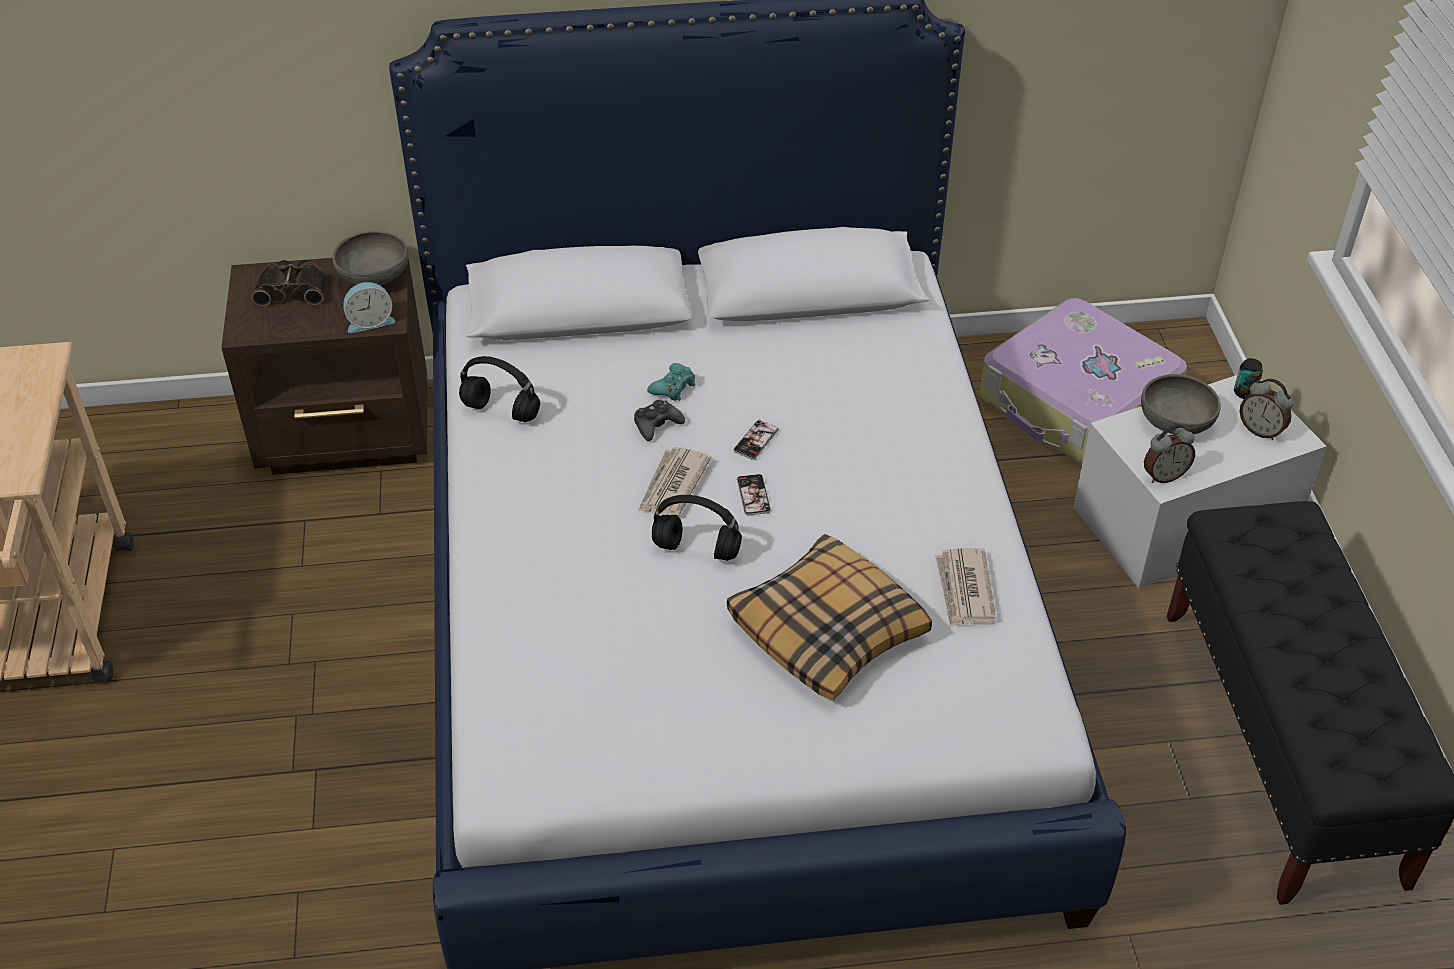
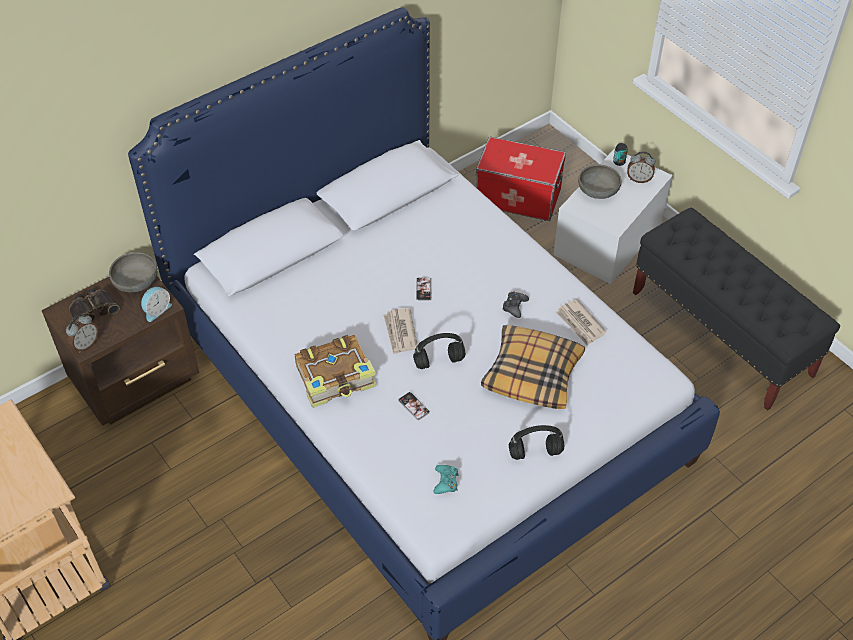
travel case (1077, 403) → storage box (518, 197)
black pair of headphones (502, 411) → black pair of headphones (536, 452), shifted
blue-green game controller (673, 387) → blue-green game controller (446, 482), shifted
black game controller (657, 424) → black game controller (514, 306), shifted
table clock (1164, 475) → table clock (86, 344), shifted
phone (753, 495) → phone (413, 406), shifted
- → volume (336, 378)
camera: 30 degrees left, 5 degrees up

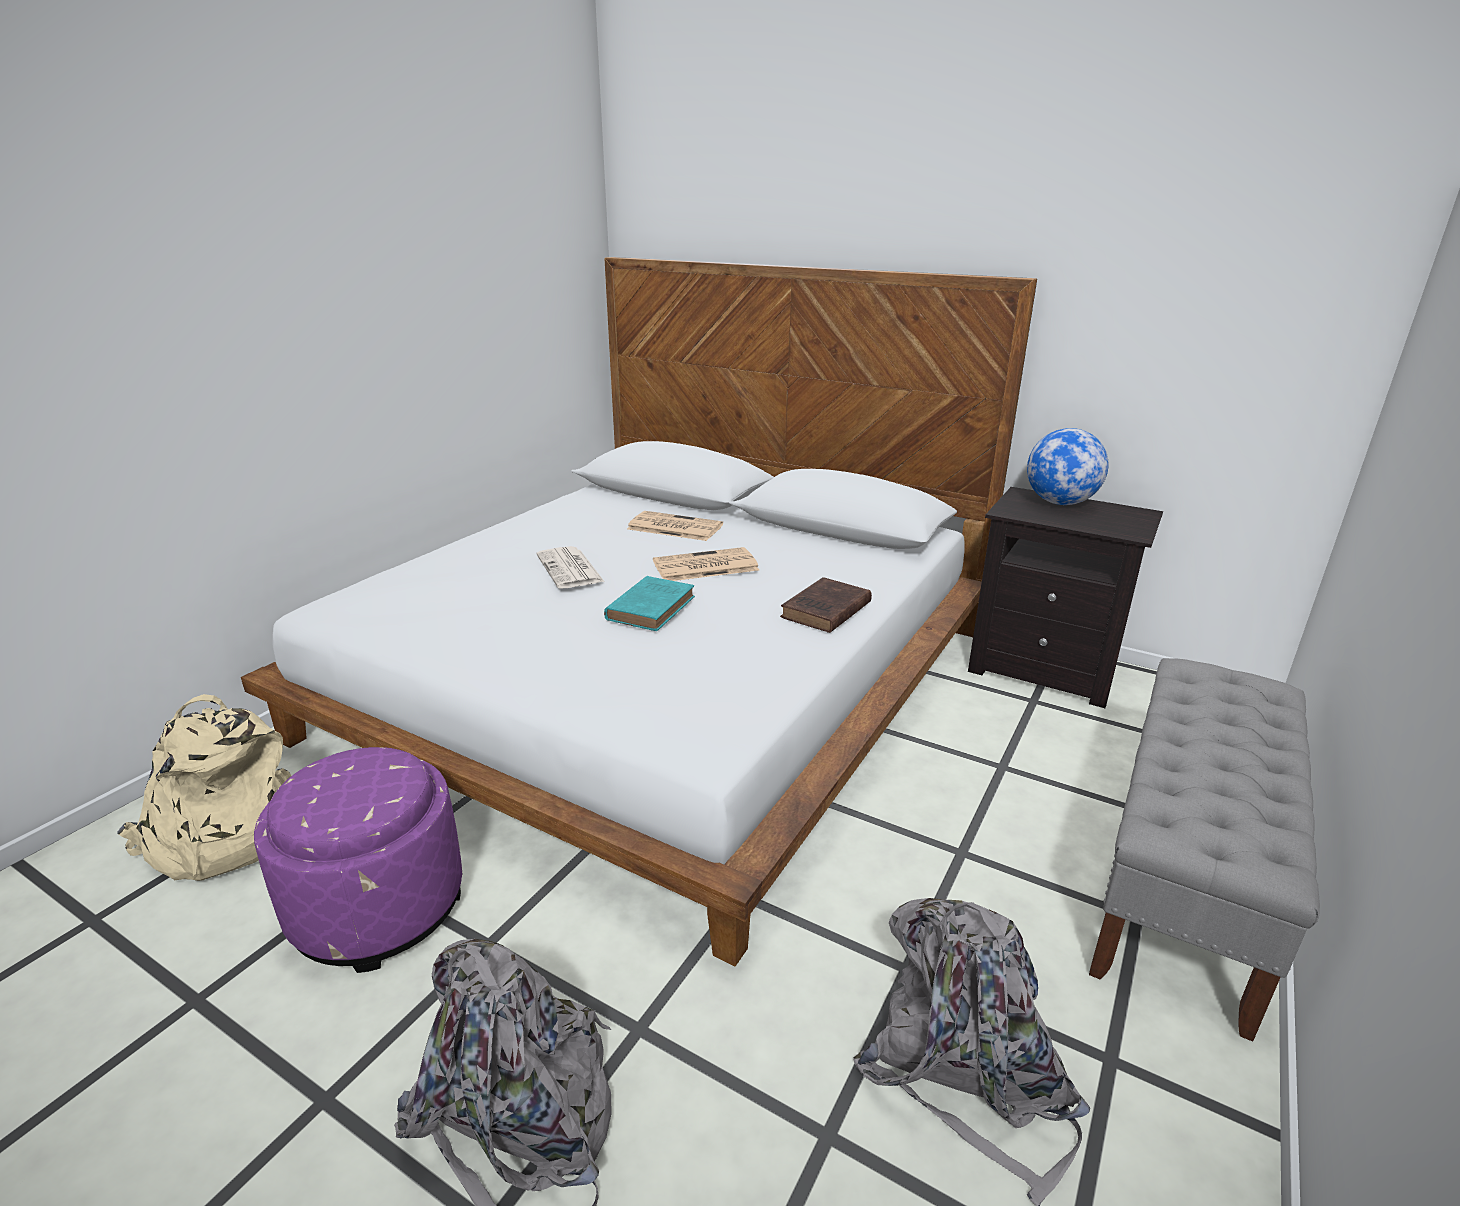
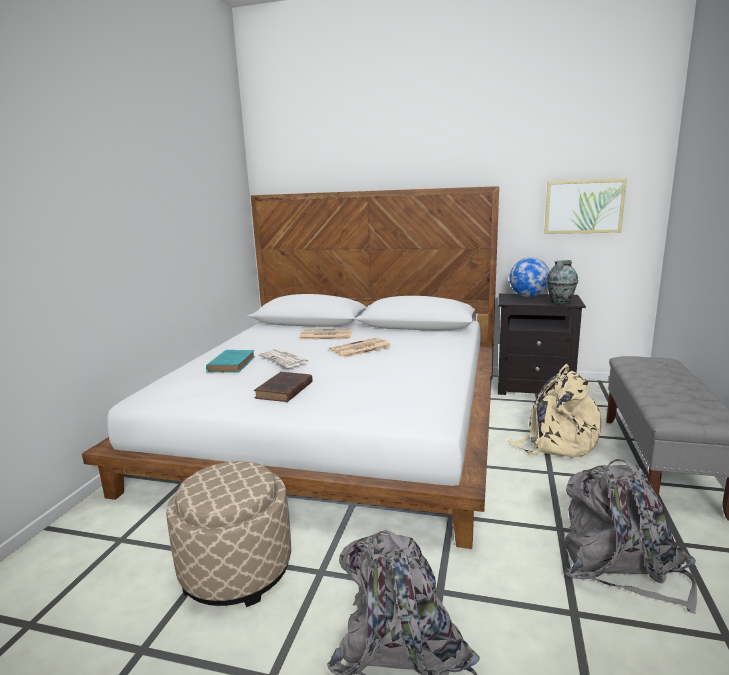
blue-green volume (652, 607) → blue-green volume (232, 364), shifted
brownish volume (825, 611) → brownish volume (283, 391), shifted
beige-coloured rucksack (222, 836) → beige-coloured rucksack (557, 443), shifted
purplish ottoman (378, 907) → beige-coloured ottoman (236, 570)
- → wall art (583, 206)
- → flower vase (560, 302)
camera: 15 degrees left, 10 degrees down

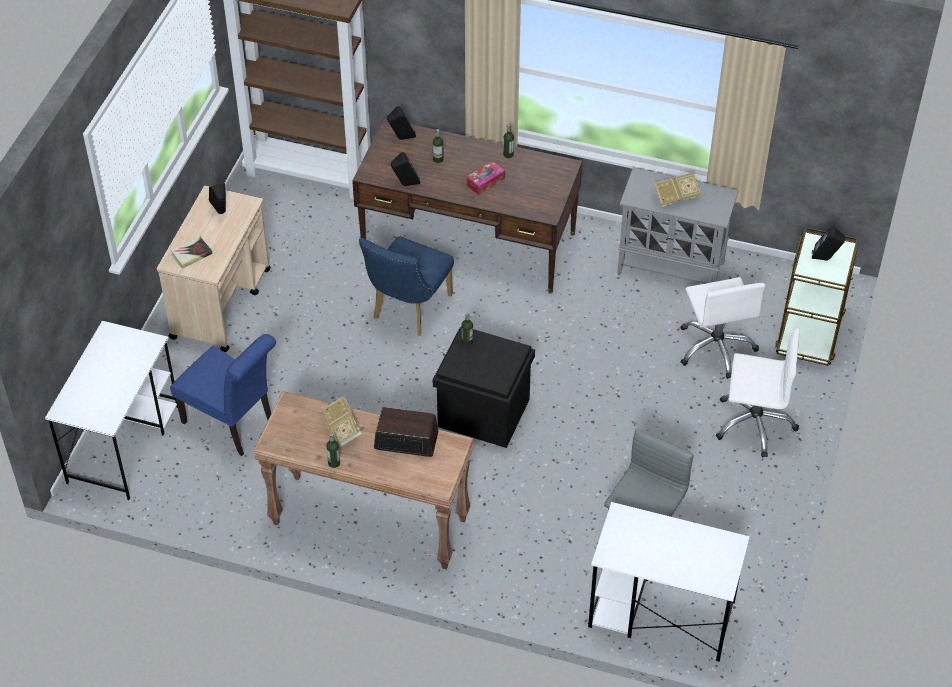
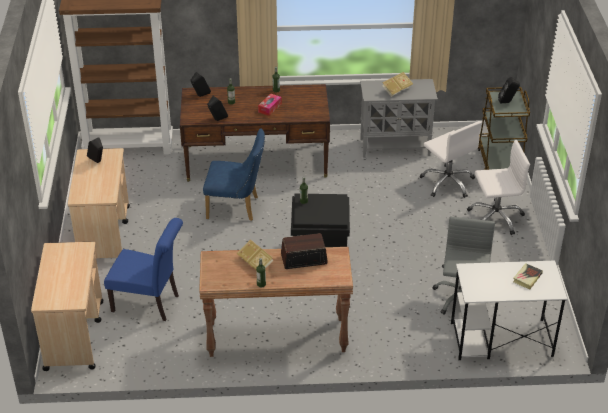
volume (191, 254) → volume (527, 278), shifted
blue-coloured upright chair (408, 310) → blue-coloured upright chair (237, 208), 90 degrees counterclockwise
white desk (124, 443) → beige-coloured wheeled cart (74, 334)
camera: 20 degrees left, 10 degrees down

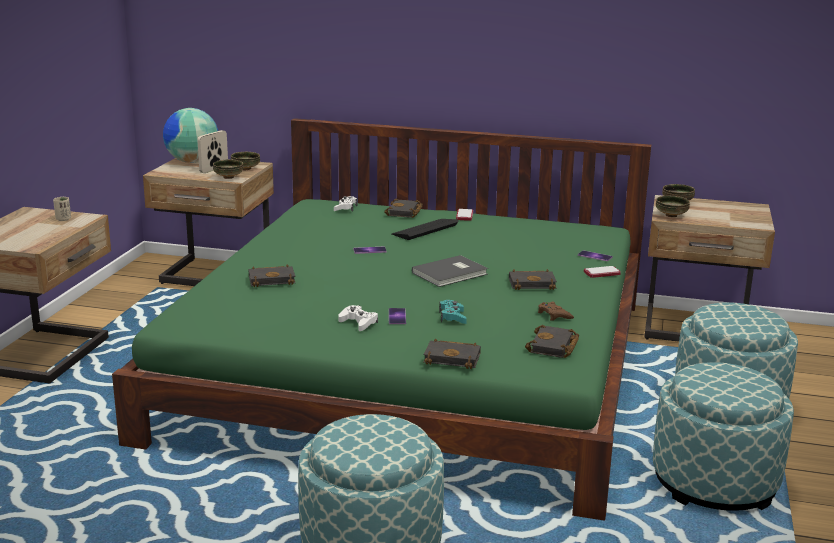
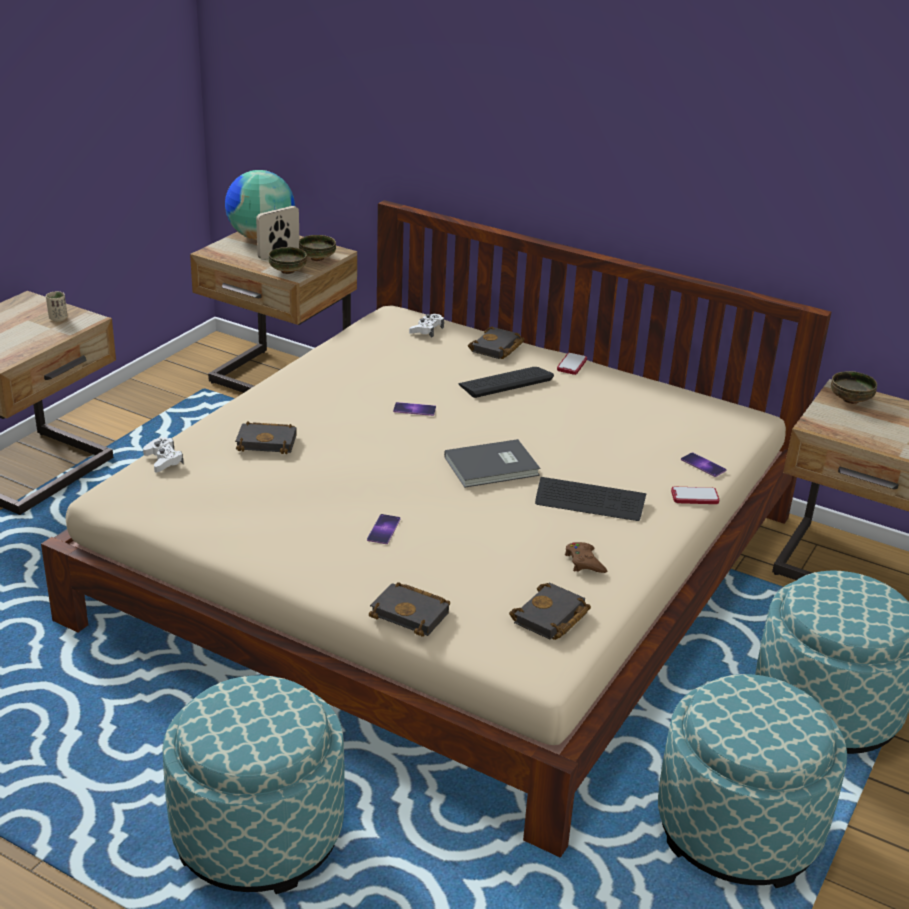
green bedroom bed (415, 366) → beige-coloured bedroom bed (449, 565)
deep dish (671, 215) → -
black volume (533, 283) → computer keyboard (589, 501)
blue-green game controller (452, 317) → -
white game controller (358, 323) → white game controller (163, 460), shifted
camera: 15 degrees right, 10 degrees up

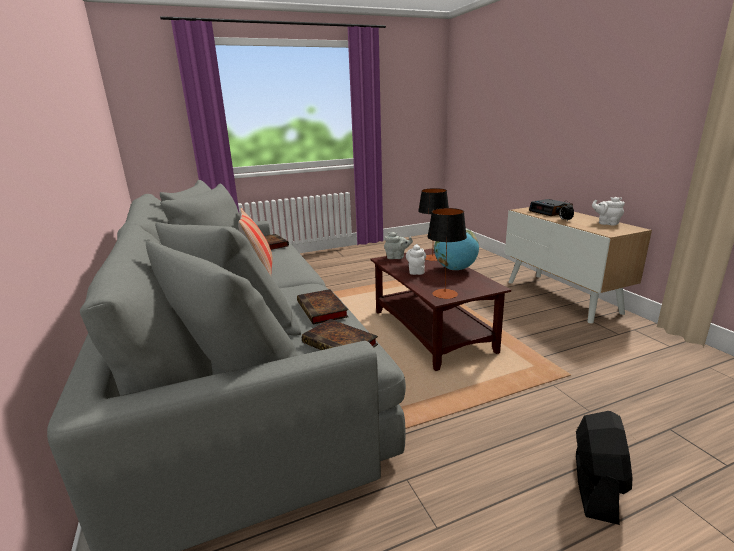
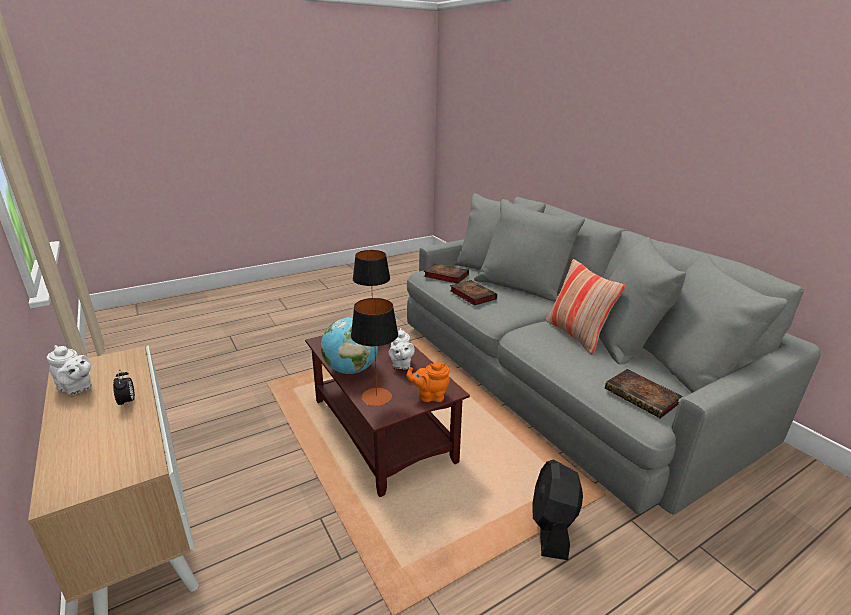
table clock (550, 212) → -
grey pot for tea (397, 257) → orangey pot for tea (430, 396)
black electric fan (595, 486) → black electric fan (552, 527), shifted
camera: 170 degrees right, 5 degrees up

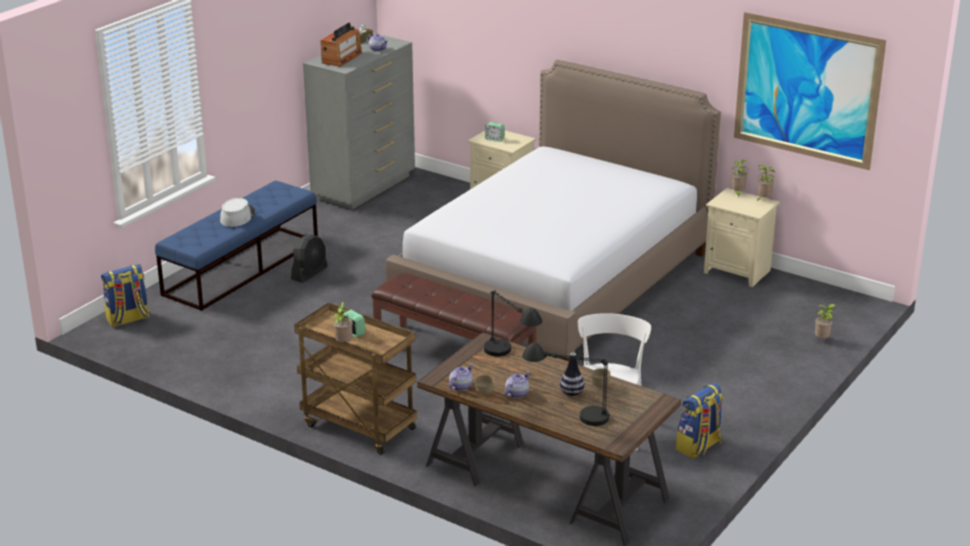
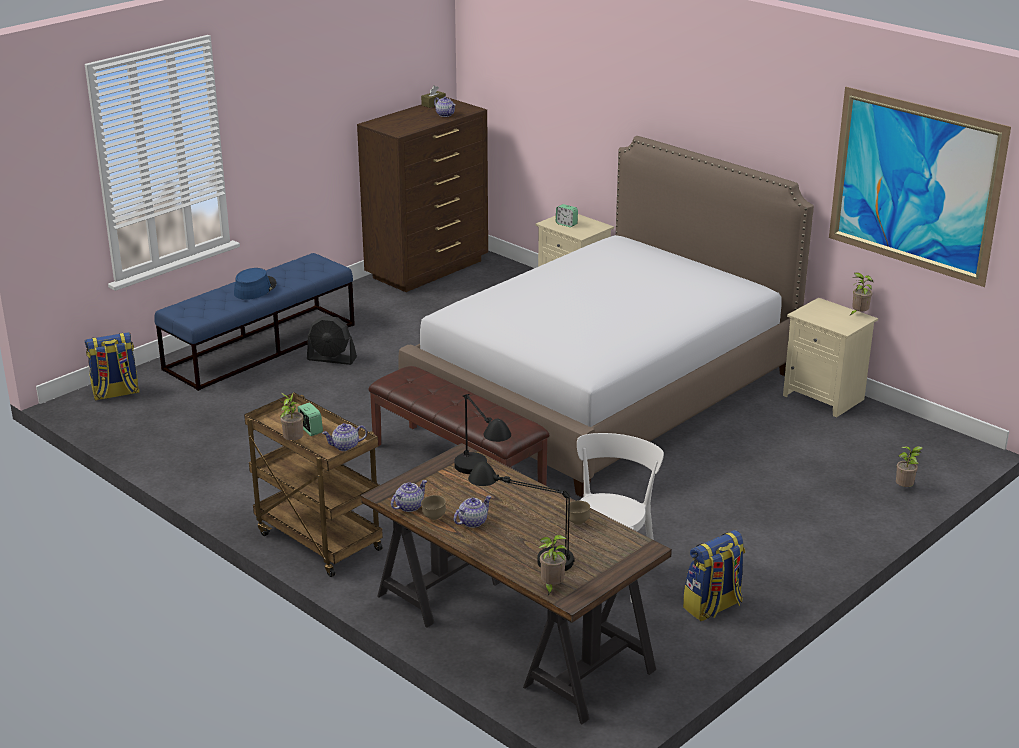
radio set (342, 58) → -
grey drawer chest (365, 187) → brownish drawer chest (428, 269)
plant in a pot (737, 193) → plant in a pot (551, 587), shifted
grey wearable hat (237, 216) → blue-coloured wearable hat (255, 289)
black electric fan (309, 273) → black electric fan (332, 359), 60 degrees clockwise
flower vase (571, 393) → -
- → pot for tea (345, 447)
camera: 10 degrees right, 0 degrees up

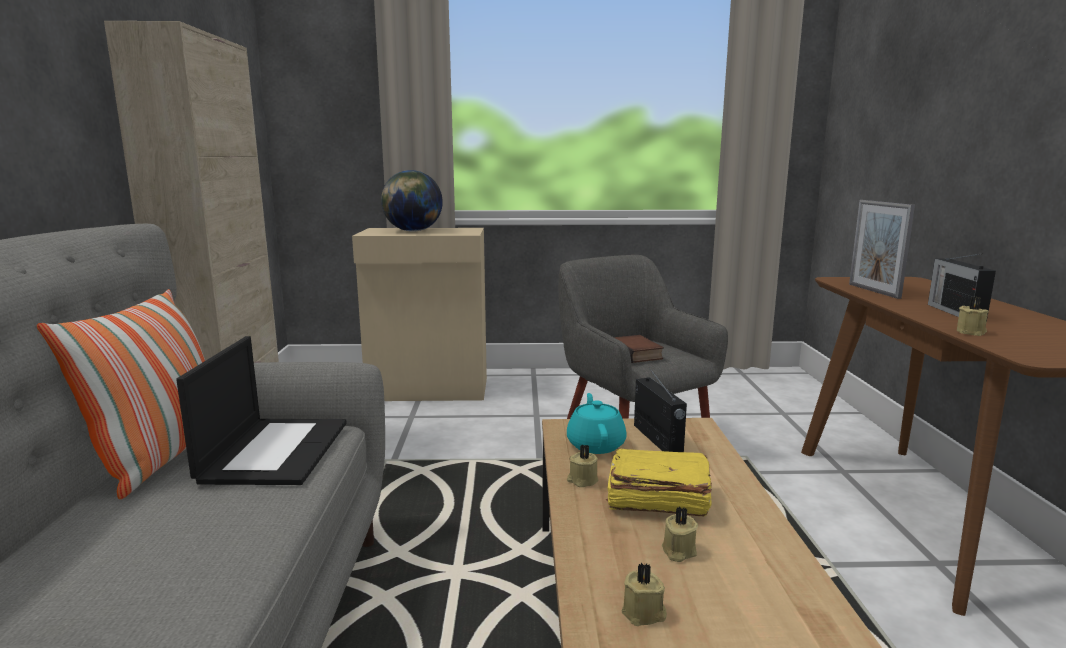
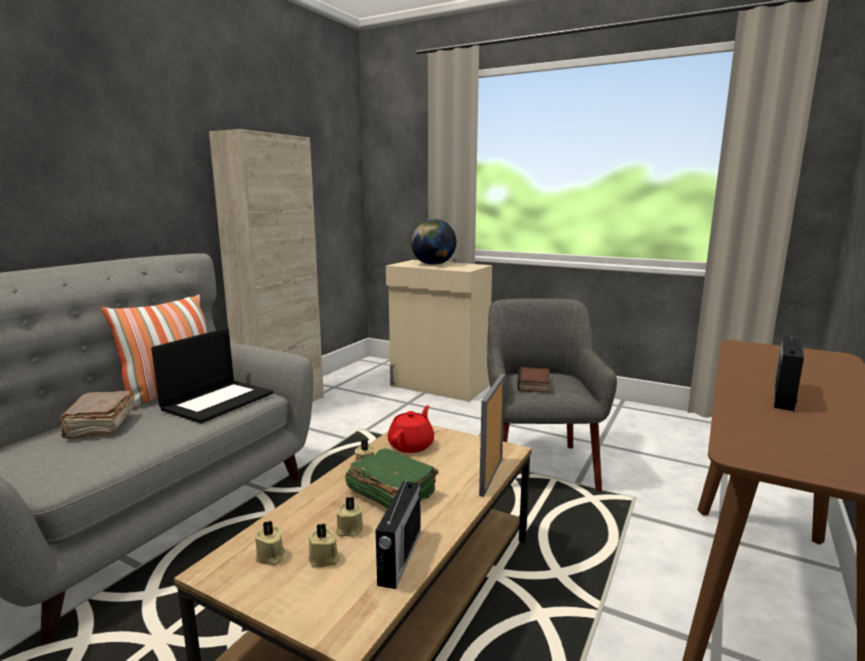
standing frame (873, 291) → standing frame (491, 476), shifted
beige-coloured wax candle (971, 332) → beige-coloured wax candle (324, 559), shifted
radio set (657, 440) → radio set (399, 558), shifted
blue-green pot for tea (596, 444) → red-coloured pot for tea (412, 445)
yellow-coloured volume (656, 499) → green volume (391, 493)
- → brownish volume (100, 425)
camera: 30 degrees right, 0 degrees up

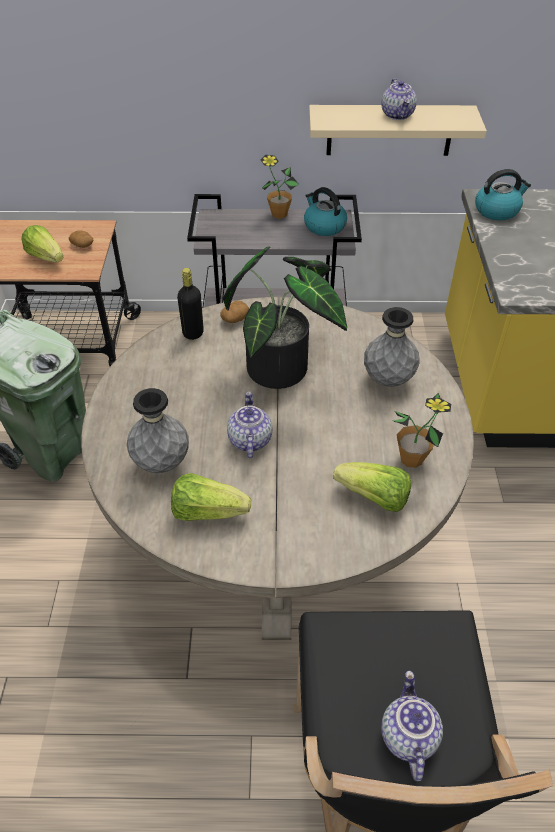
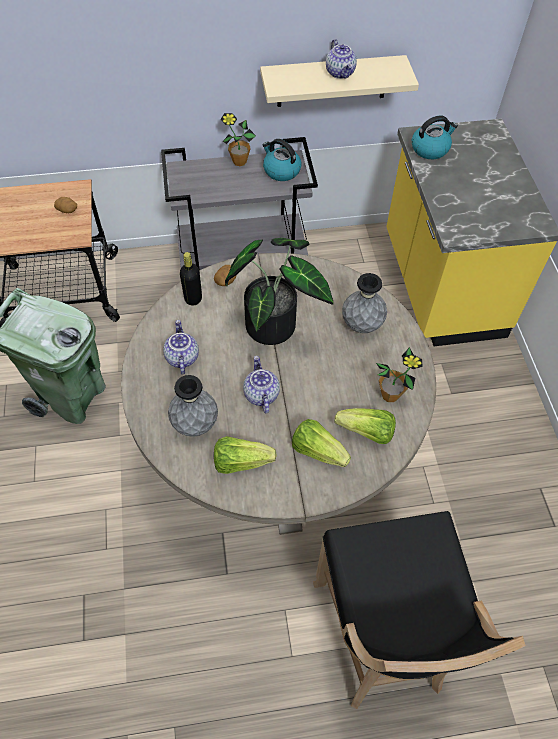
lettuce (46, 257) → lettuce (318, 451), shifted
pot for tea (407, 736) → pot for tea (181, 357), shifted
camera: 10 degrees left, 10 degrees up

